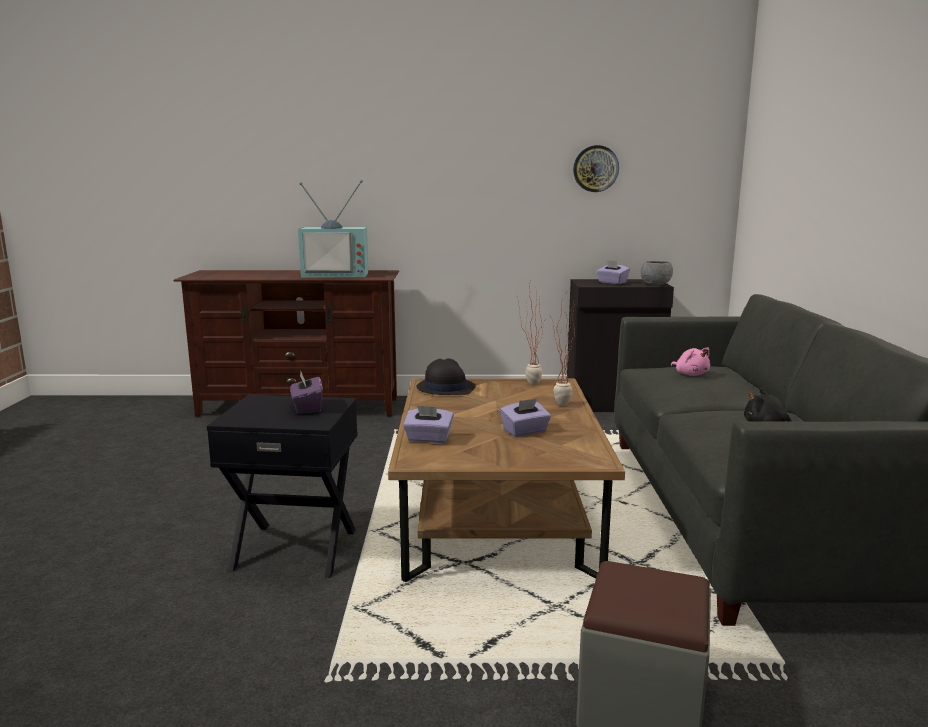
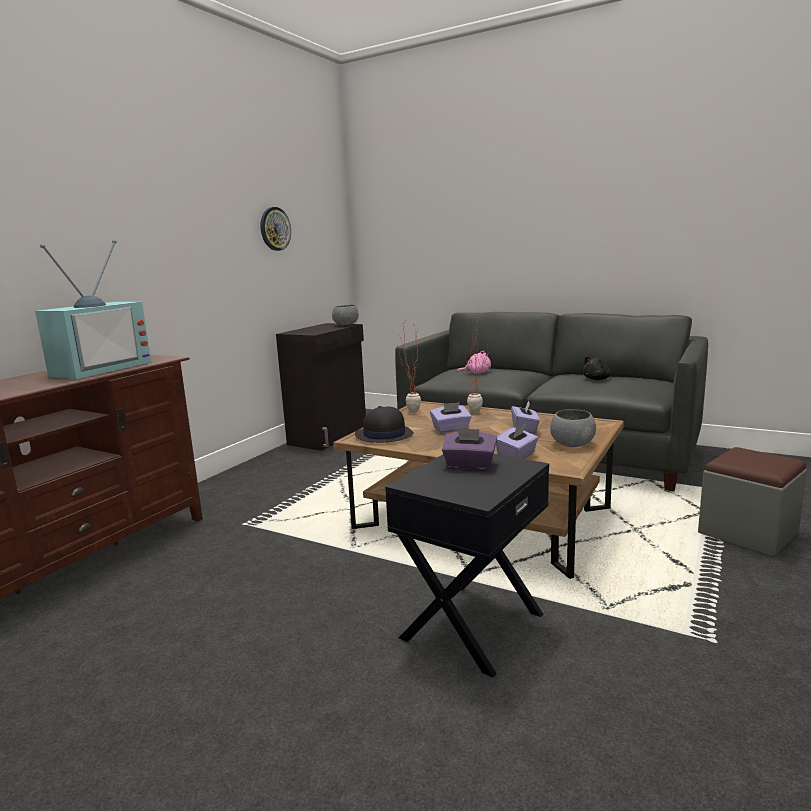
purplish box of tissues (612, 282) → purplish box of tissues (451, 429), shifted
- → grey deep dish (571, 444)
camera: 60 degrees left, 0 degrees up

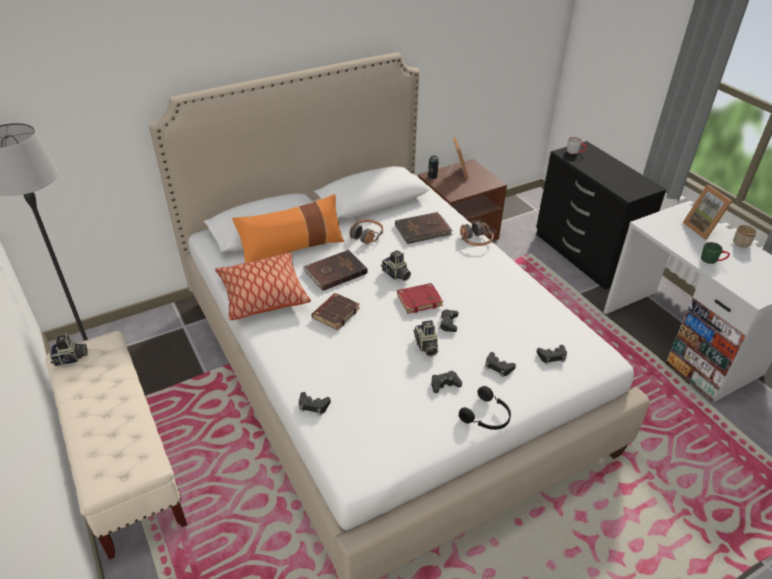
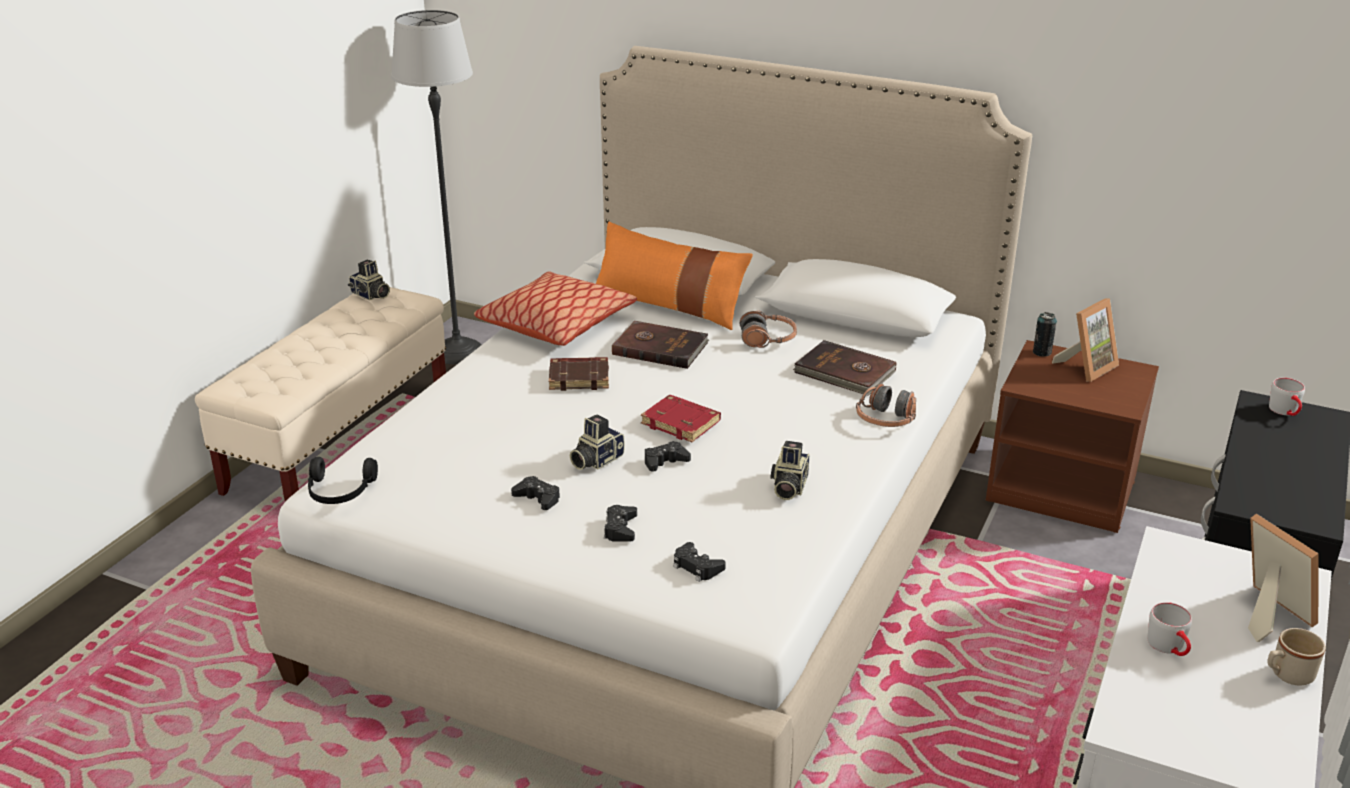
standing frame (703, 228) → standing frame (1266, 613), 120 degrees clockwise
green mug (712, 260) → grey mug (1170, 648)
photo camera (396, 275) → photo camera (788, 487), shifted
black pair of headphones (487, 416) → black pair of headphones (339, 492), shifted
black game controller (313, 406) → -
camera: 55 degrees right, 10 degrees down

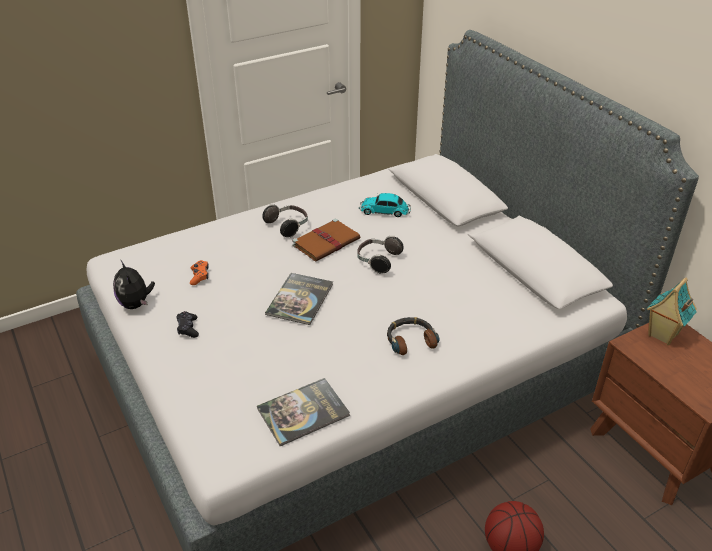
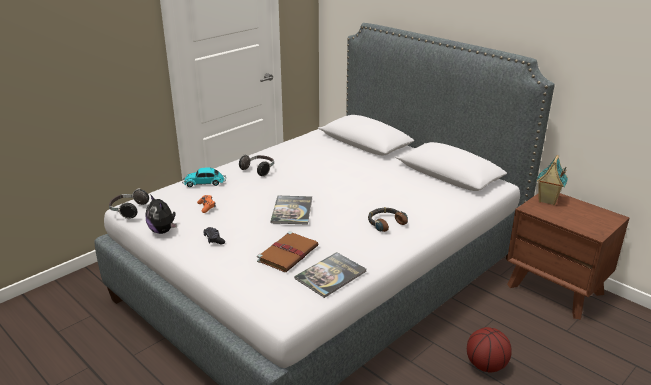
toy car (385, 211) → toy car (205, 183), shifted
brownish volume (327, 242) → brownish volume (288, 253), shifted
pair of headphones (377, 261) → pair of headphones (128, 211), shifted
camera: 15 degrees left, 10 degrees down

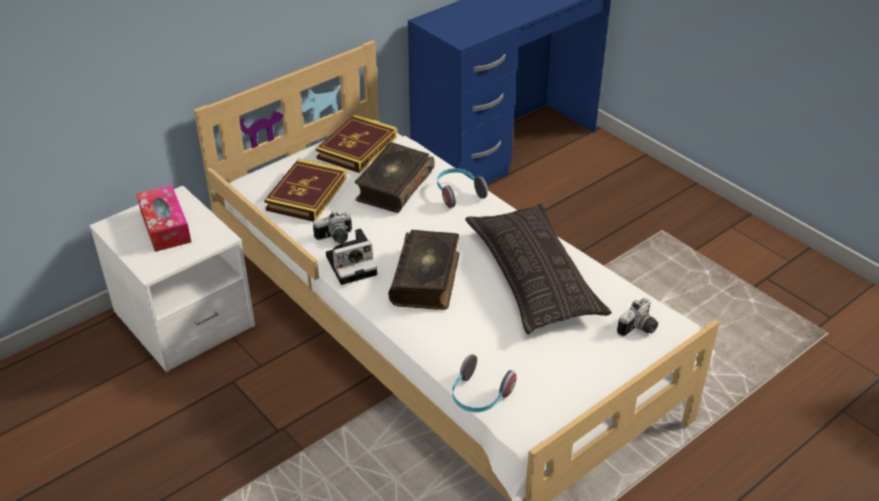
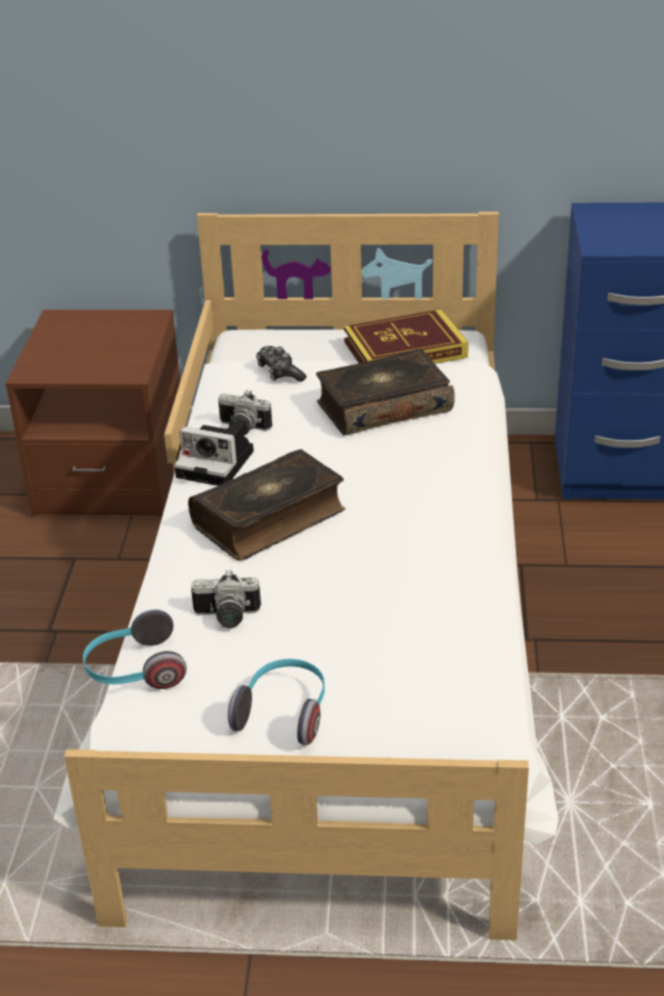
volume (307, 194) → game controller (279, 373)
pair of headphones (458, 193) → pair of headphones (284, 712), shifted
box of tissues (165, 227) → -
white bedside table (184, 320) → brownish bedside table (112, 475)
throw pillow (533, 276) → -
photo camera (639, 329) → photo camera (226, 617), shifted
camera: 45 degrees right, 5 degrees down

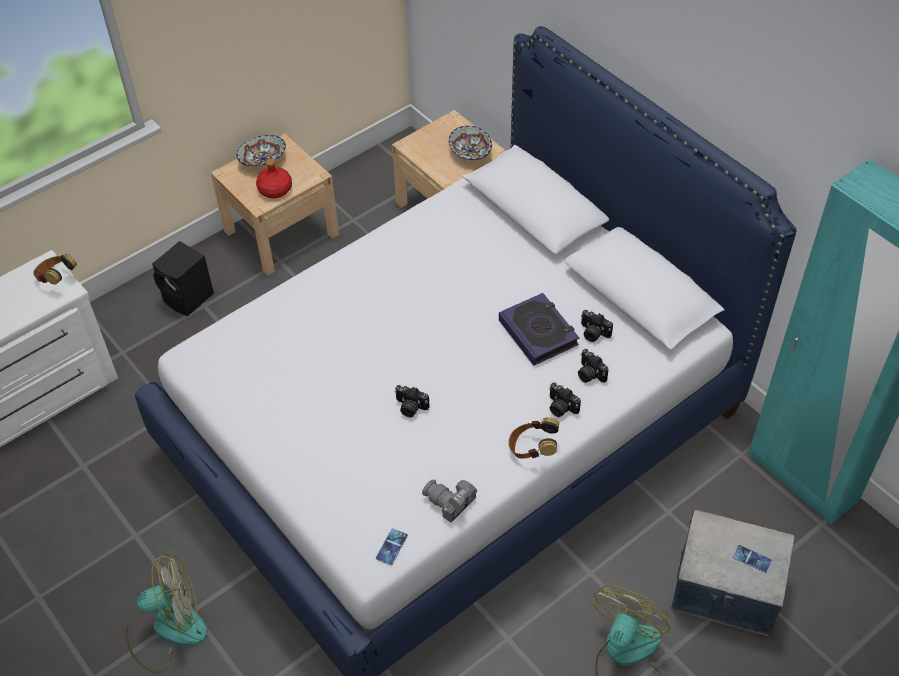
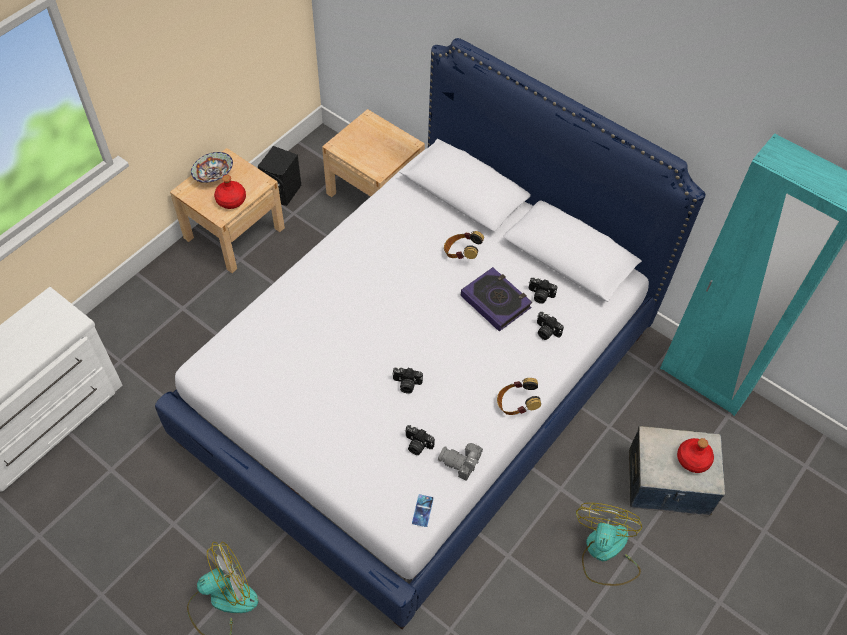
deep dish (470, 153) → -
black loudspeaker (189, 298) → black loudspeaker (283, 192), shifted
pair of headphones (57, 279) → pair of headphones (461, 253), shifted
photo camera (560, 407) → photo camera (417, 445), shifted
phone (752, 559) → red-coloured drink bottle (693, 460)
camera: 15 degrees left, 5 degrees up

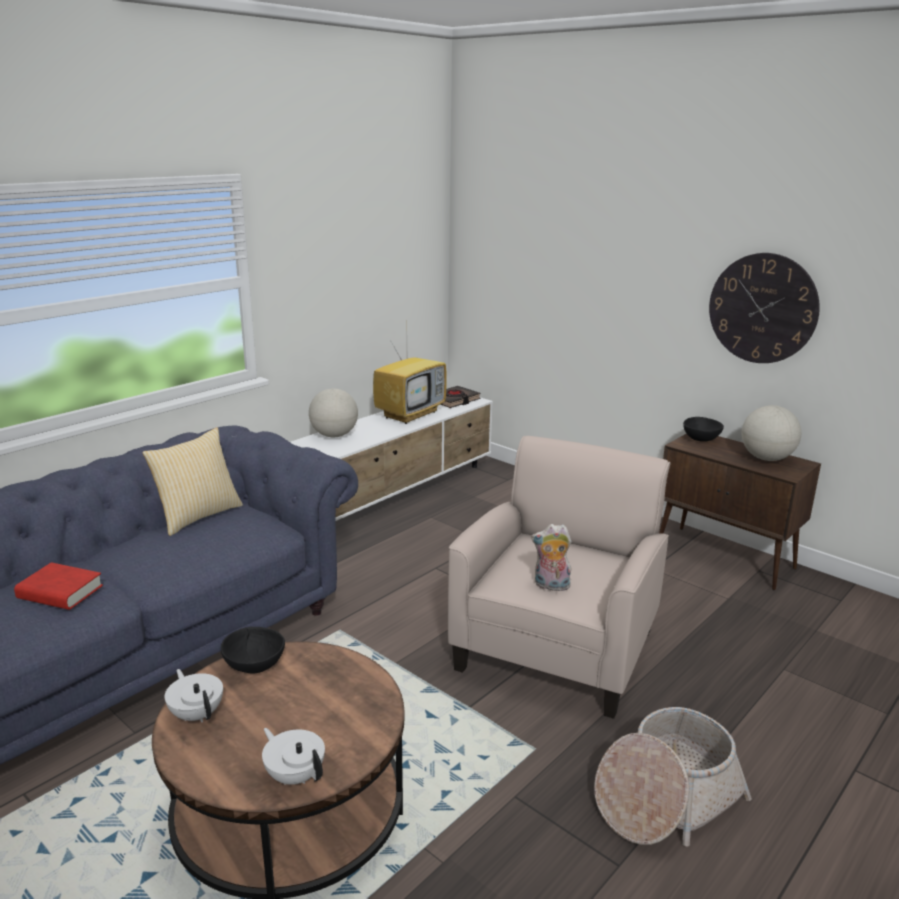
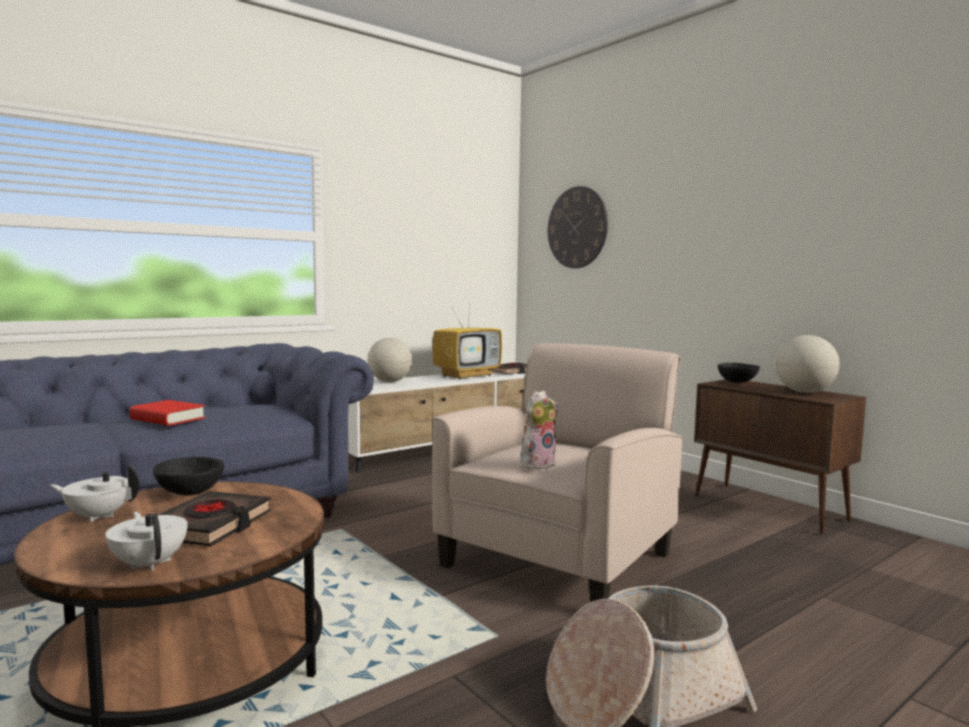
clock on the wall (762, 308) → clock on the wall (577, 227), shifted
throw pillow (198, 516) → -
cuddly toy (550, 586) → cuddly toy (537, 464), 120 degrees clockwise
red-coloured volume (60, 592) → red-coloured volume (168, 419), shifted
white pot for tea (197, 714) → white pot for tea (98, 516), 60 degrees counterclockwise
- → black volume (210, 525)
camera: 10 degrees right, 15 degrees down

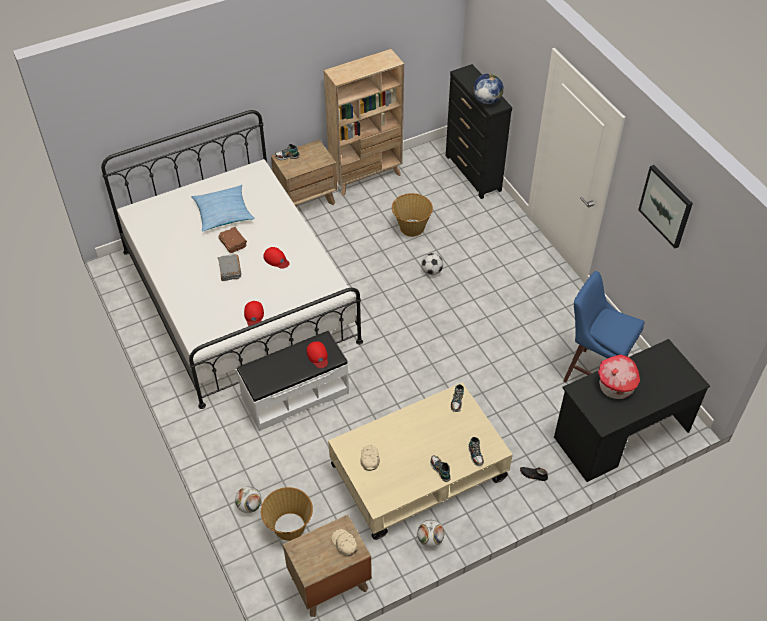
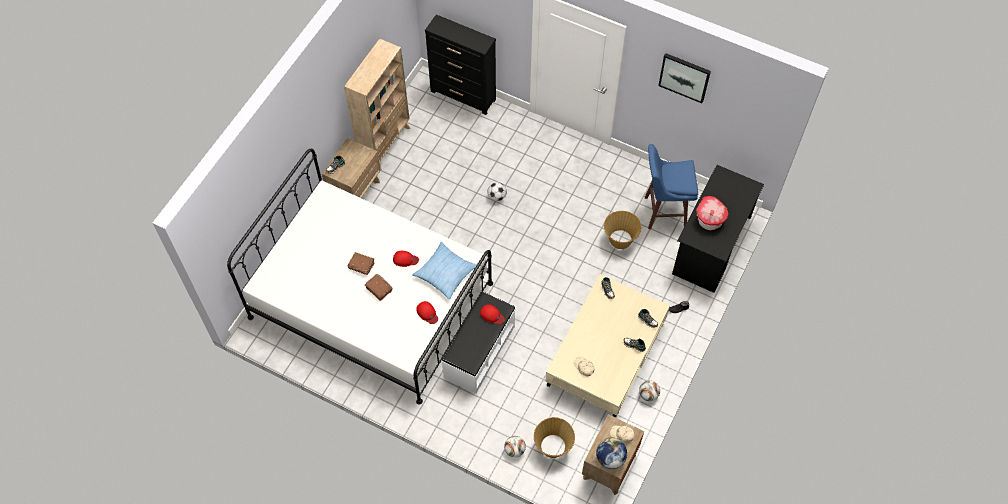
world globe (486, 101) → world globe (610, 458), shifted
throw pillow (223, 213) → throw pillow (445, 273), shifted
household basket (411, 227) → household basket (620, 239), shifted
grey volume (230, 271) → brownish volume (379, 289)
camera: 35 degrees left, 10 degrees up

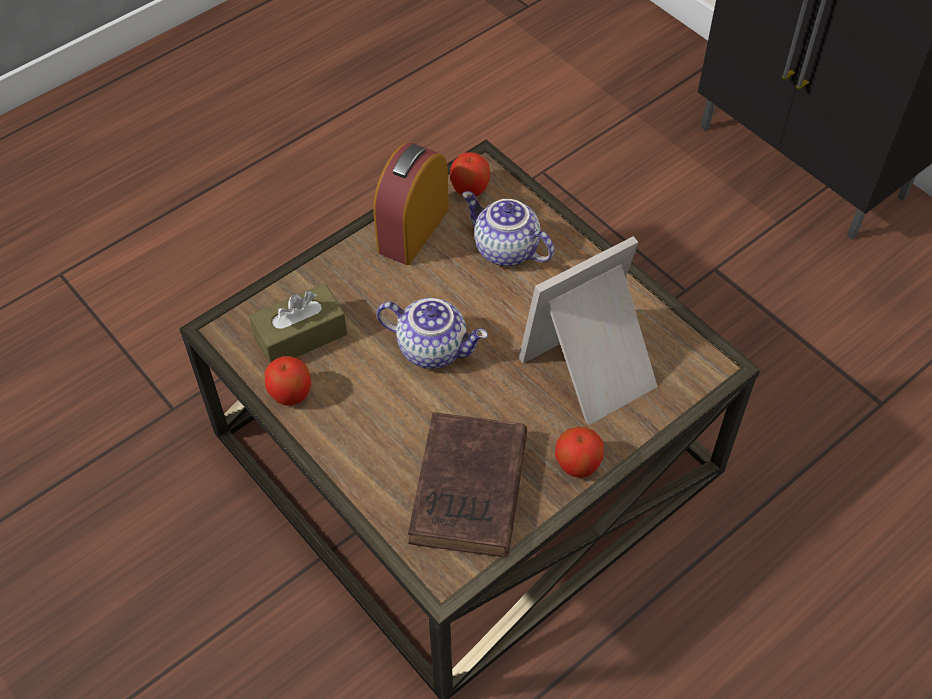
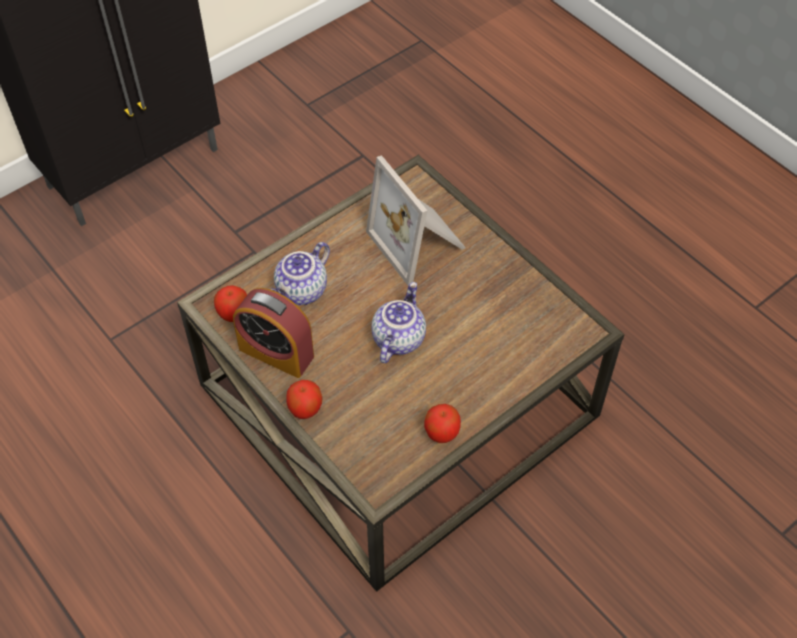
brownish box of tissues (301, 335) → -
brownish volume (468, 492) → -
apple (577, 464) → apple (305, 408), shifted
camera: 90 degrees left, 0 degrees up

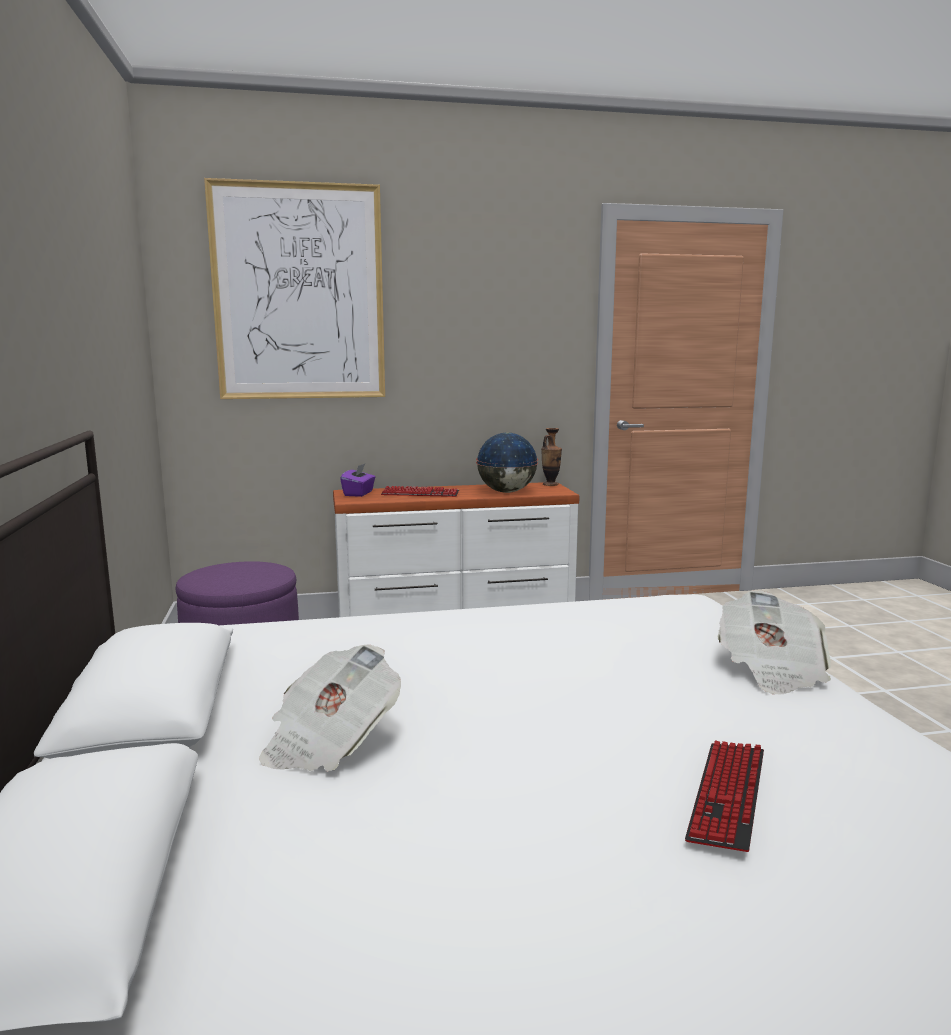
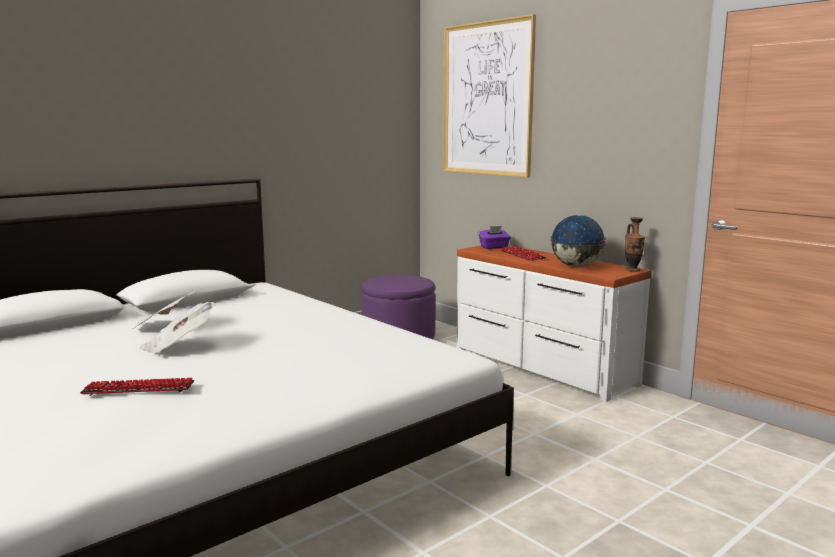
newspaper (771, 670) → newspaper (178, 346), shifted
camera: 60 degrees right, 0 degrees up

